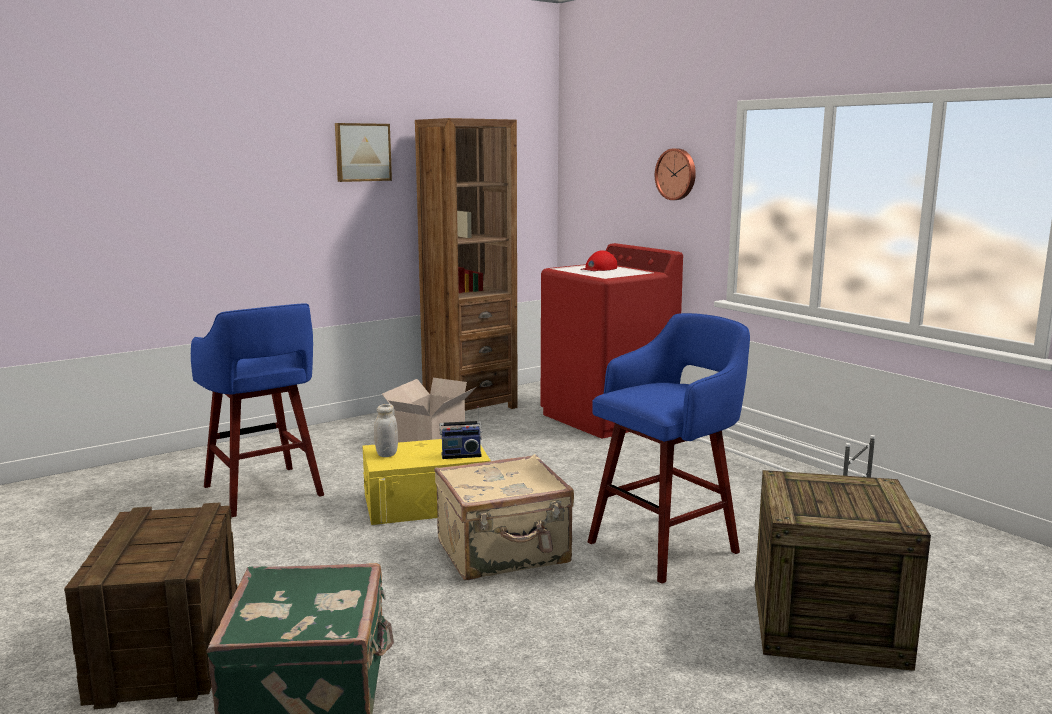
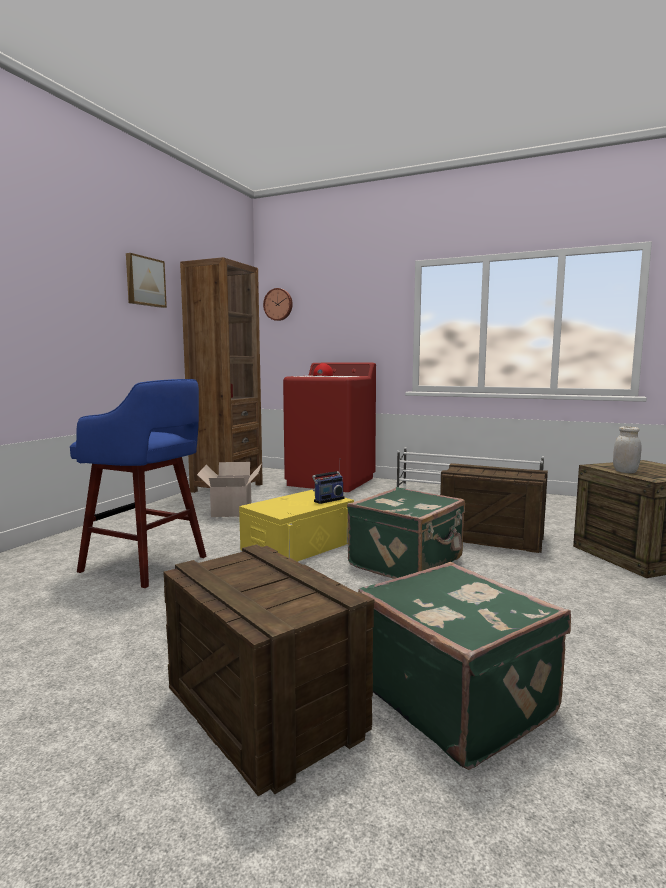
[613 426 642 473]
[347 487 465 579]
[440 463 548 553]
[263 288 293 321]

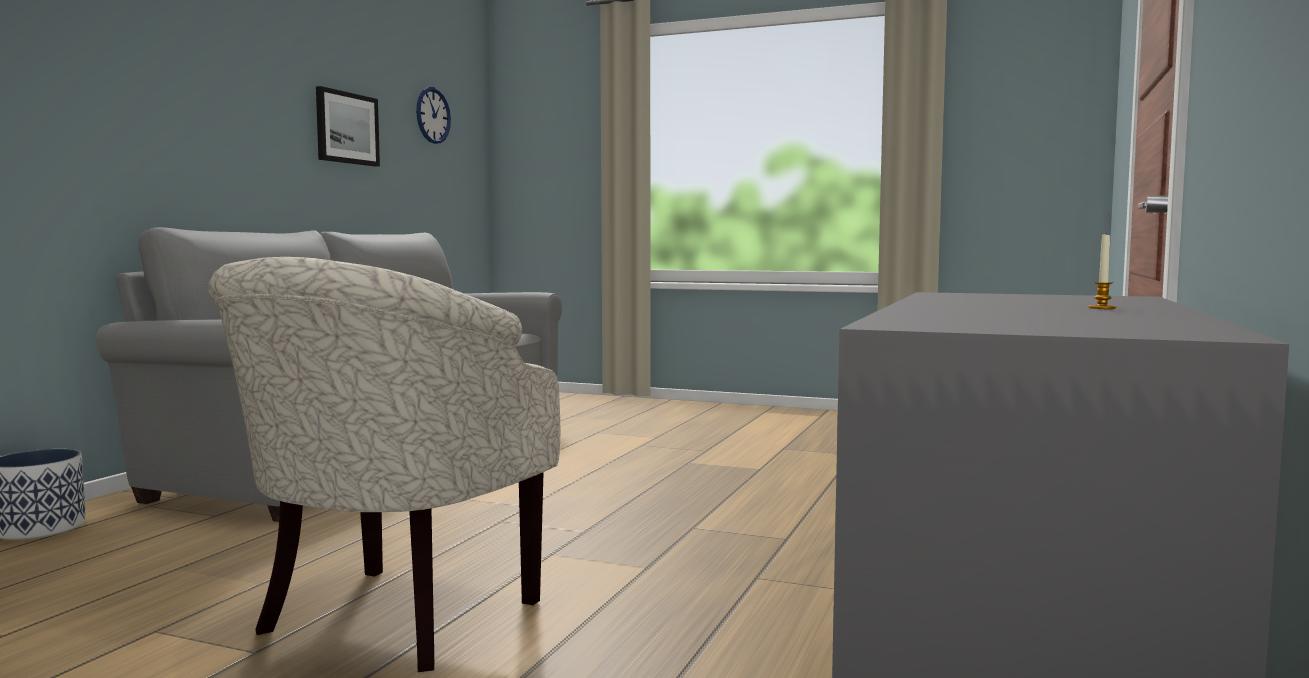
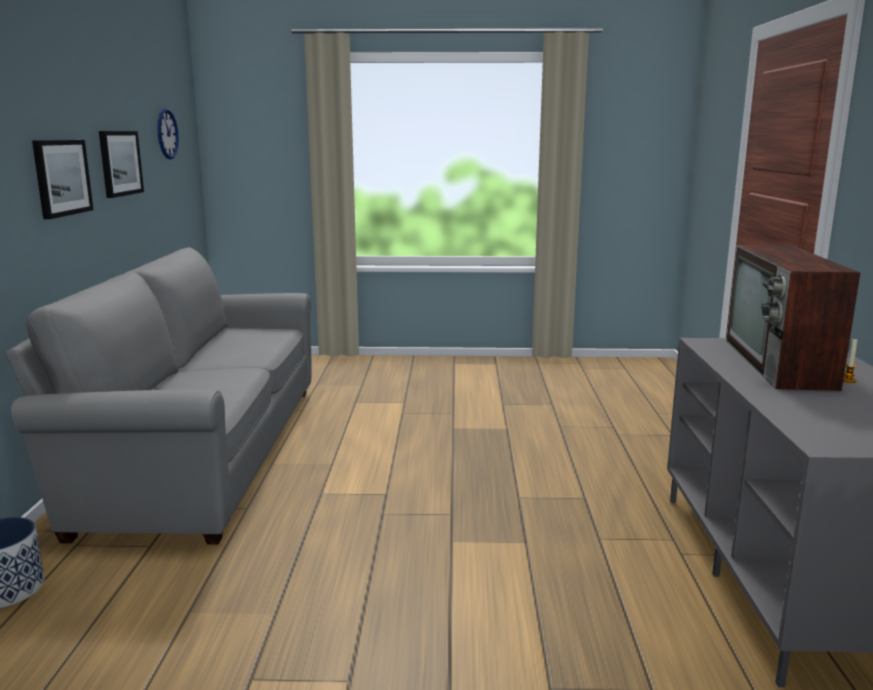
[208 257 560 672] (first image)
[32 140 94 219]
[726 245 860 391]

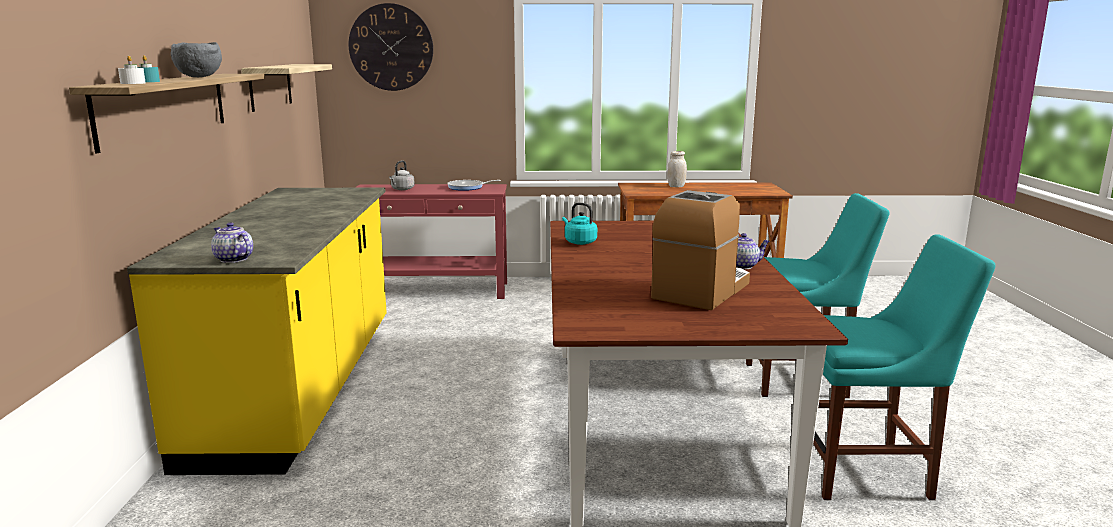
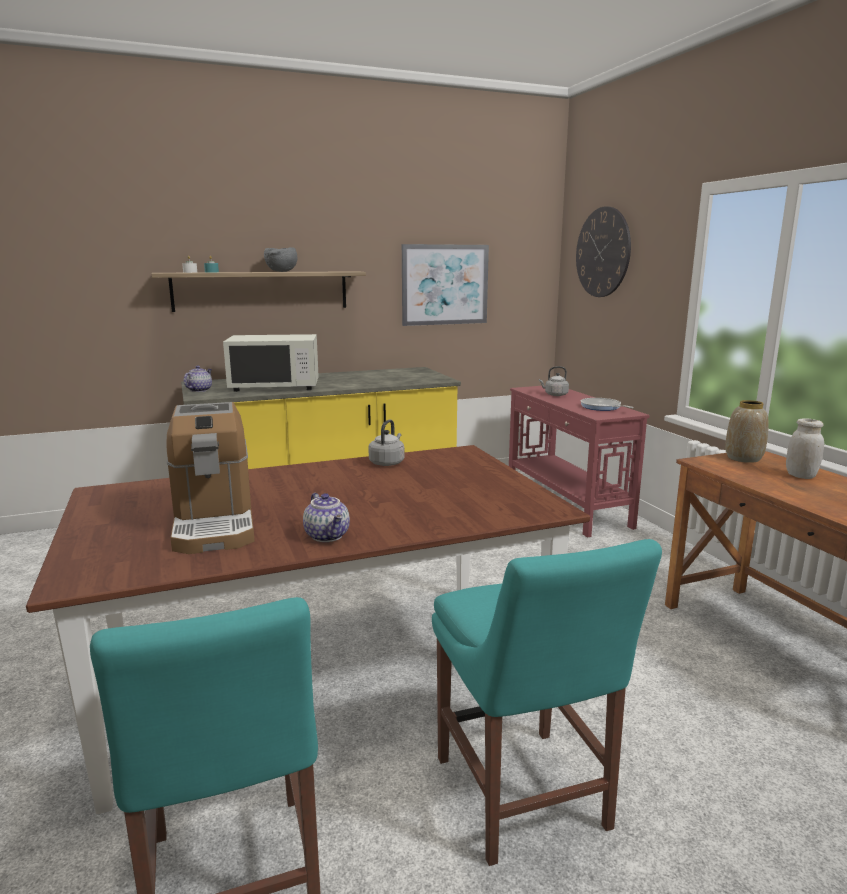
[402 244 489 326]
[368 419 405 466]
[167 402 255 554]
[223 334 319 392]
[725 400 769 463]

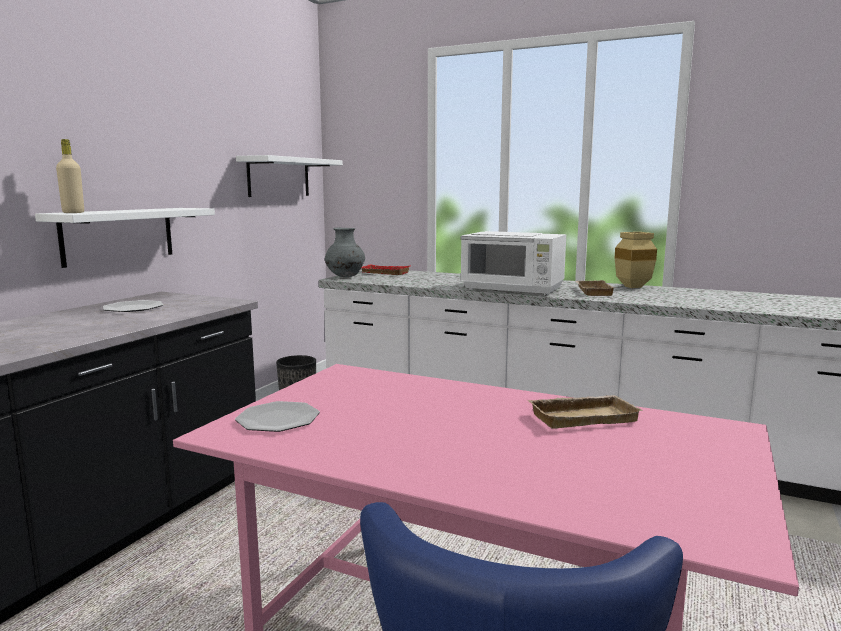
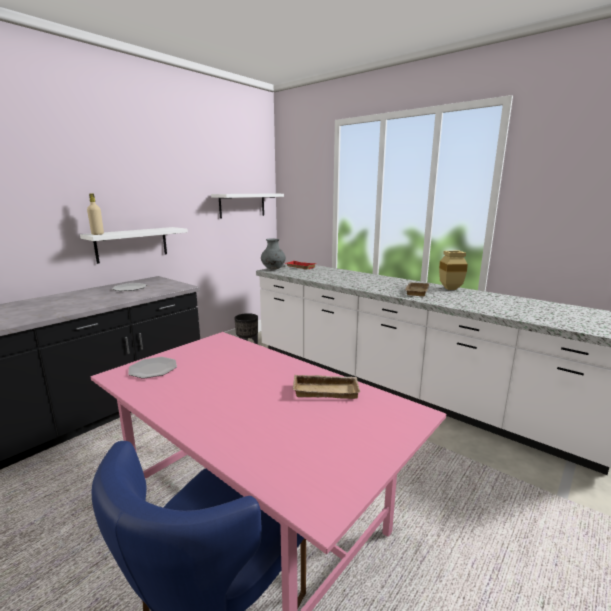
[461 231 566 295] (first image)

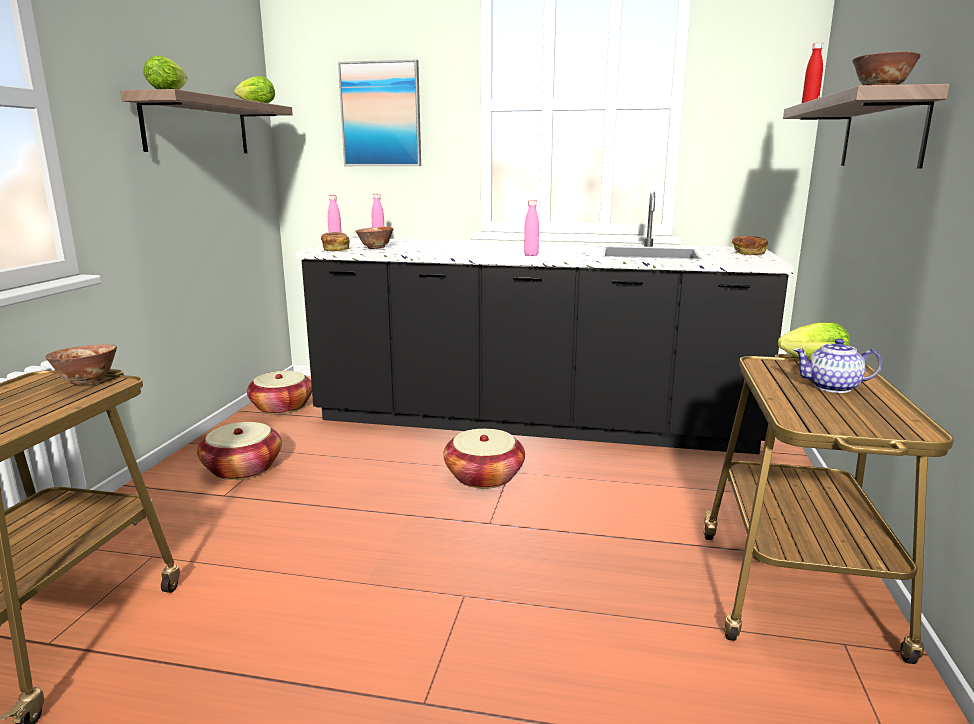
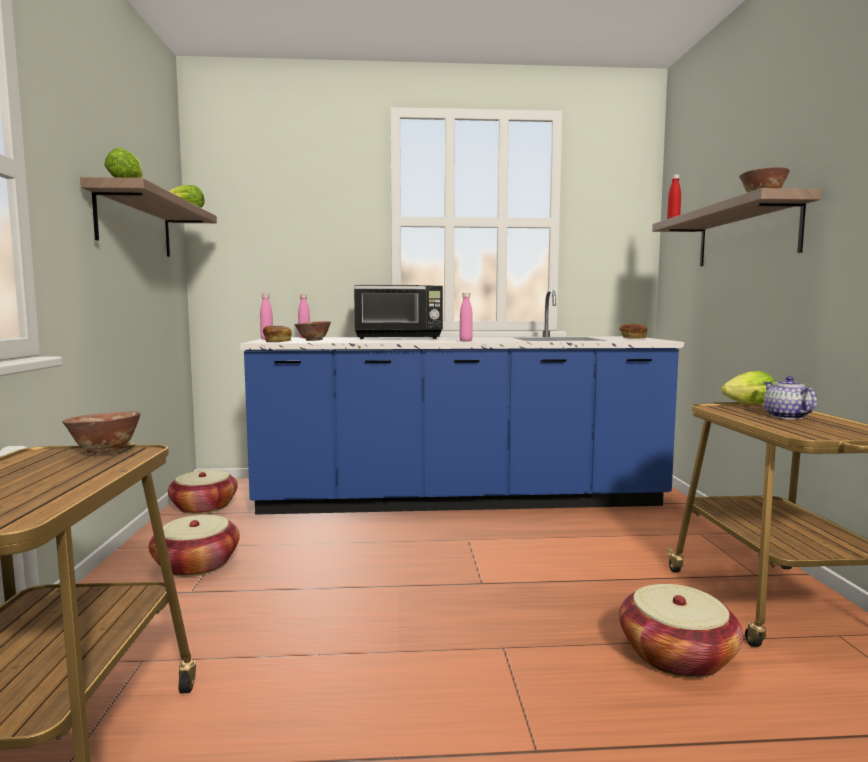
[240 289 684 515]
[338 60 421 166] (first image)
[619 584 743 678]
[764 376 817 419]
[354 285 443 339]

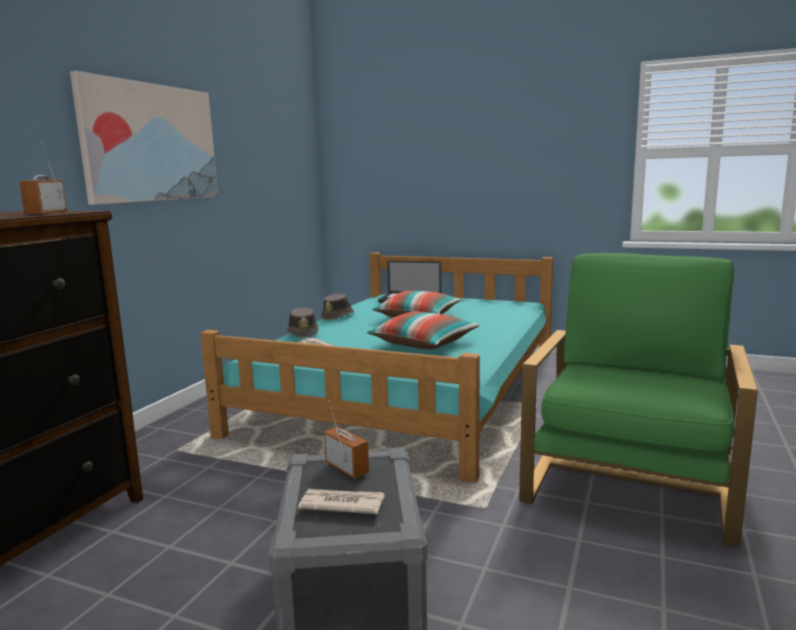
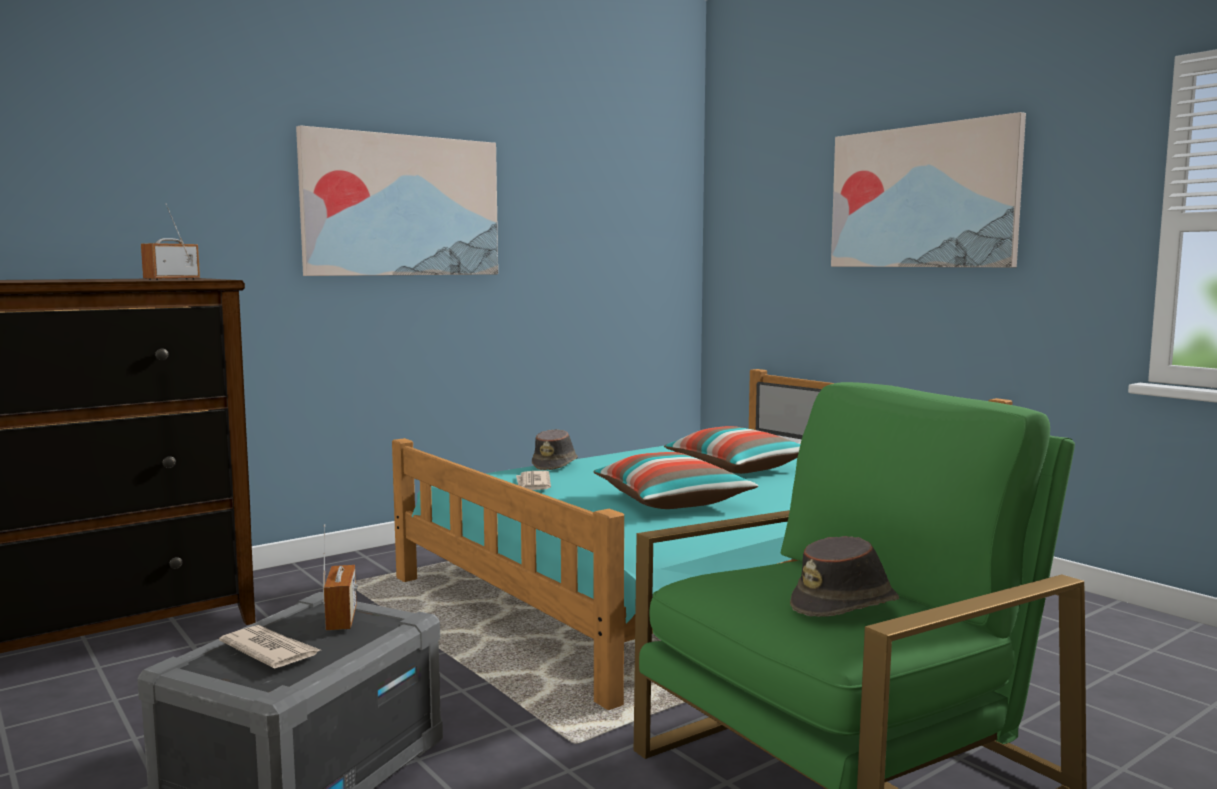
[790 536 899 617]
[831 112 1026 267]

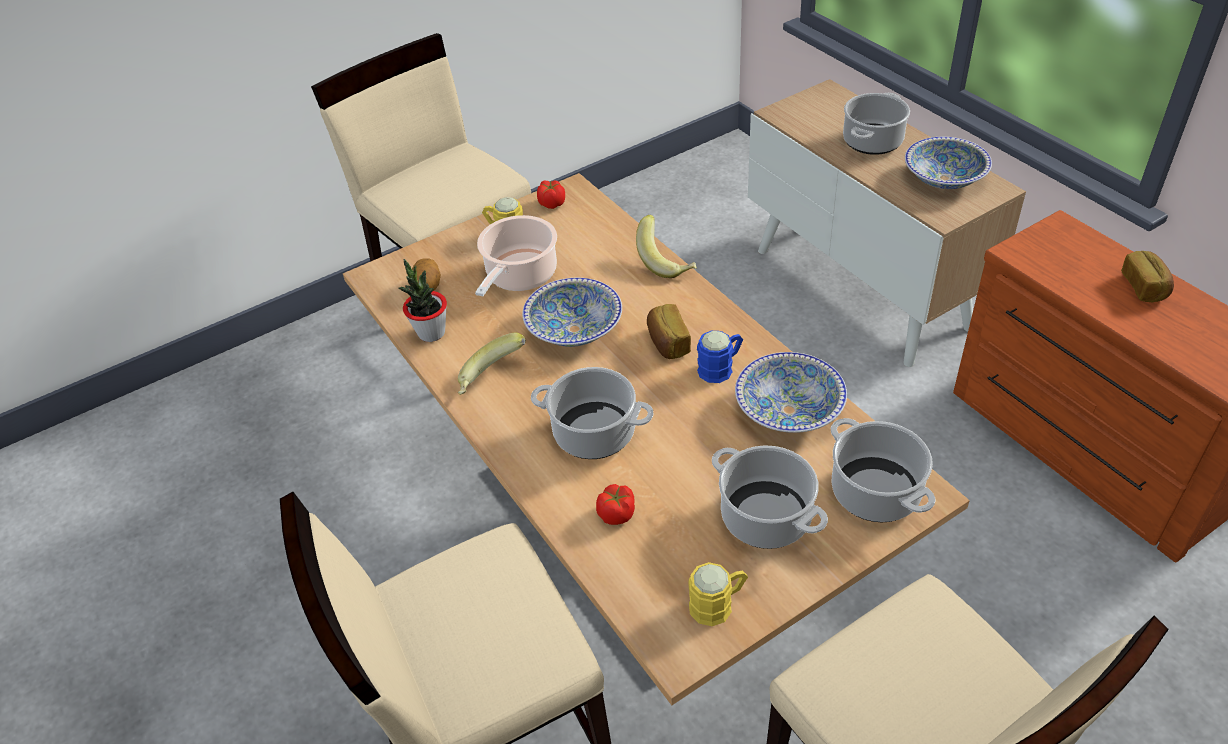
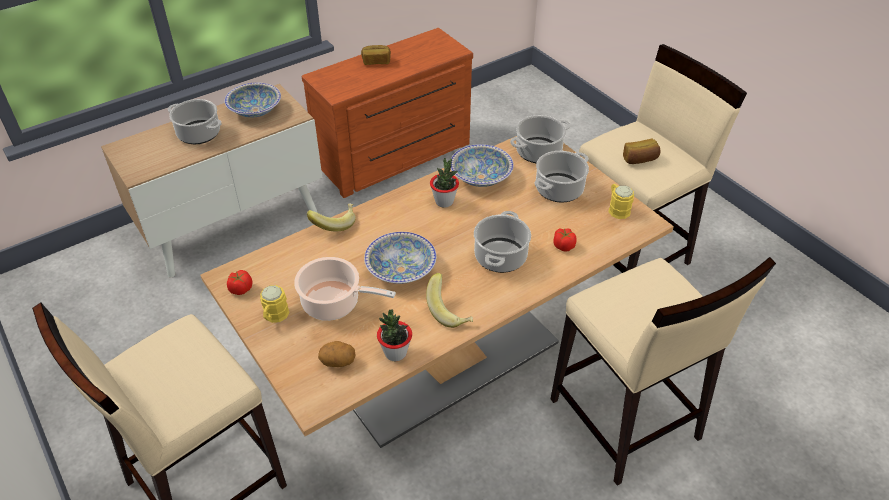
[623 138 661 164]
[430 158 459 207]

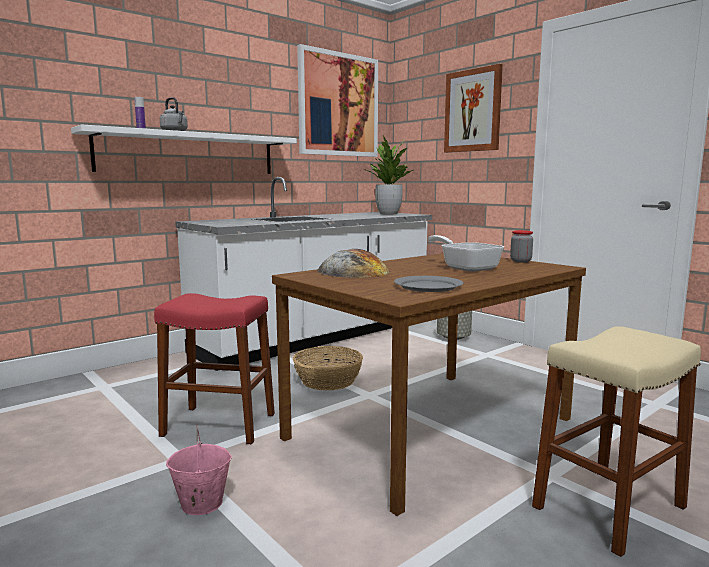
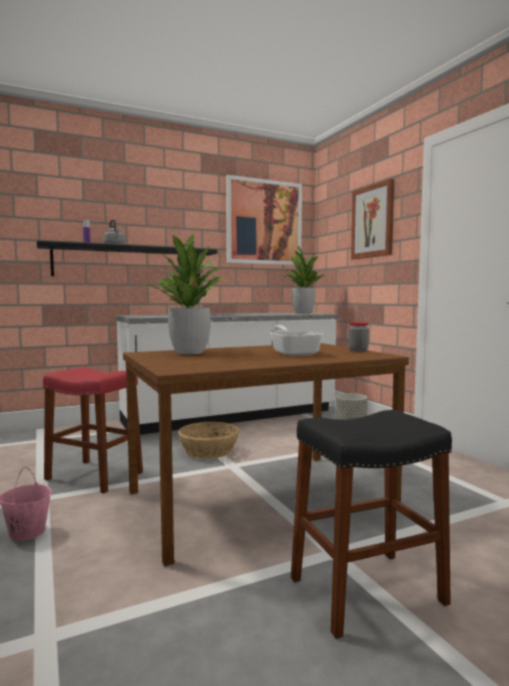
[37 241 218 277]
[147 235 222 354]
[394 276 463 292] (first image)
[291 410 452 639]

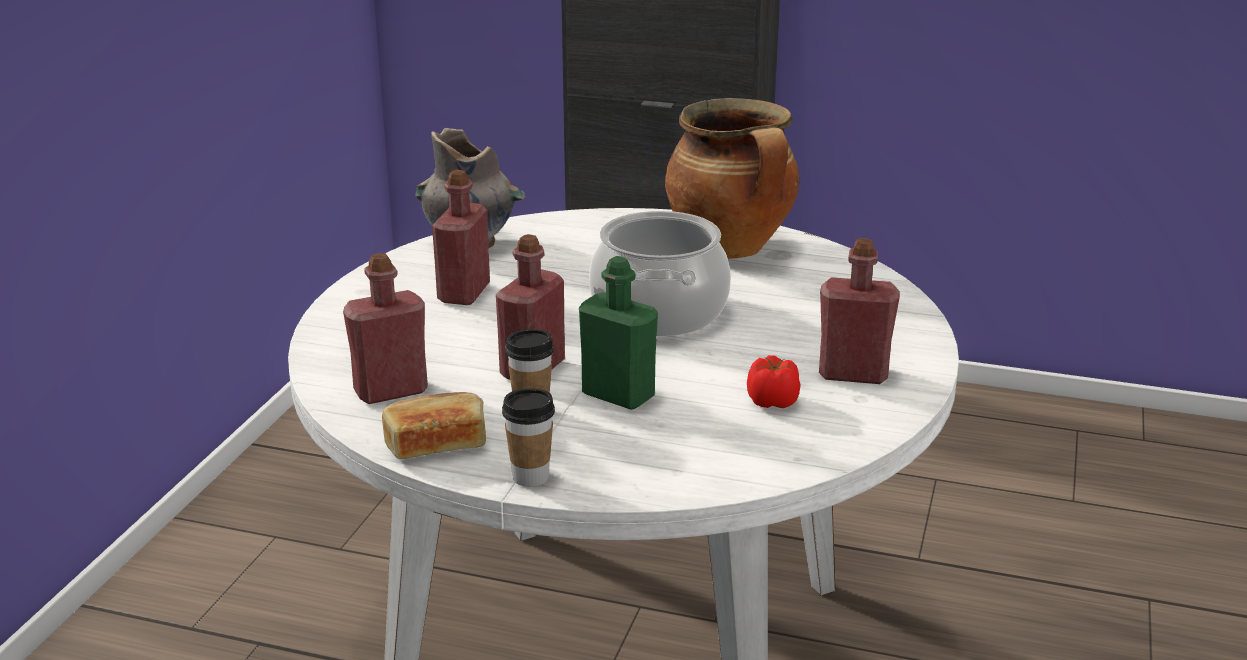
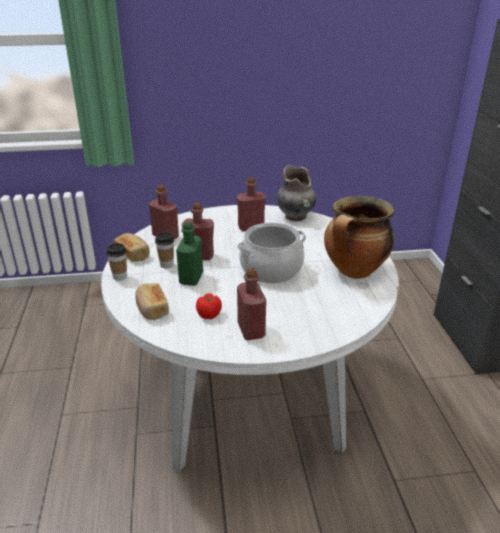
[135 283 169 320]

